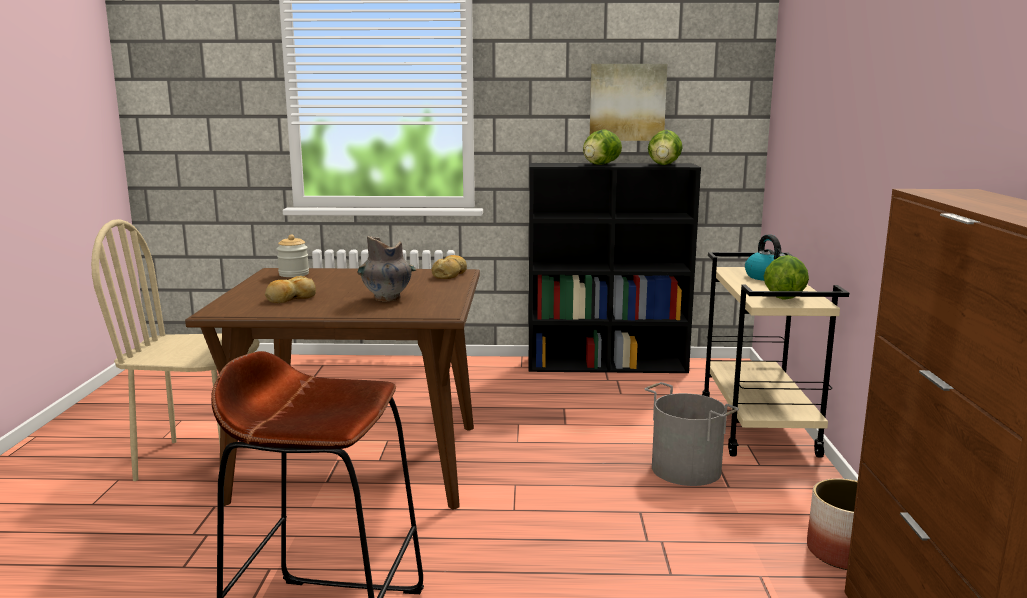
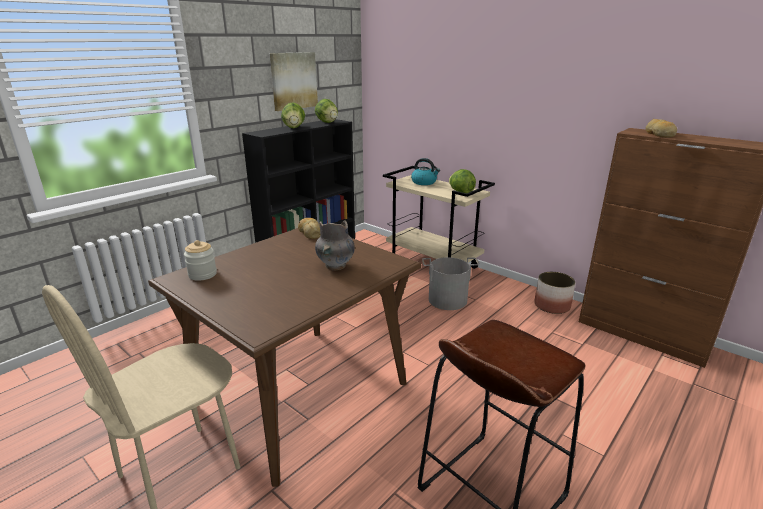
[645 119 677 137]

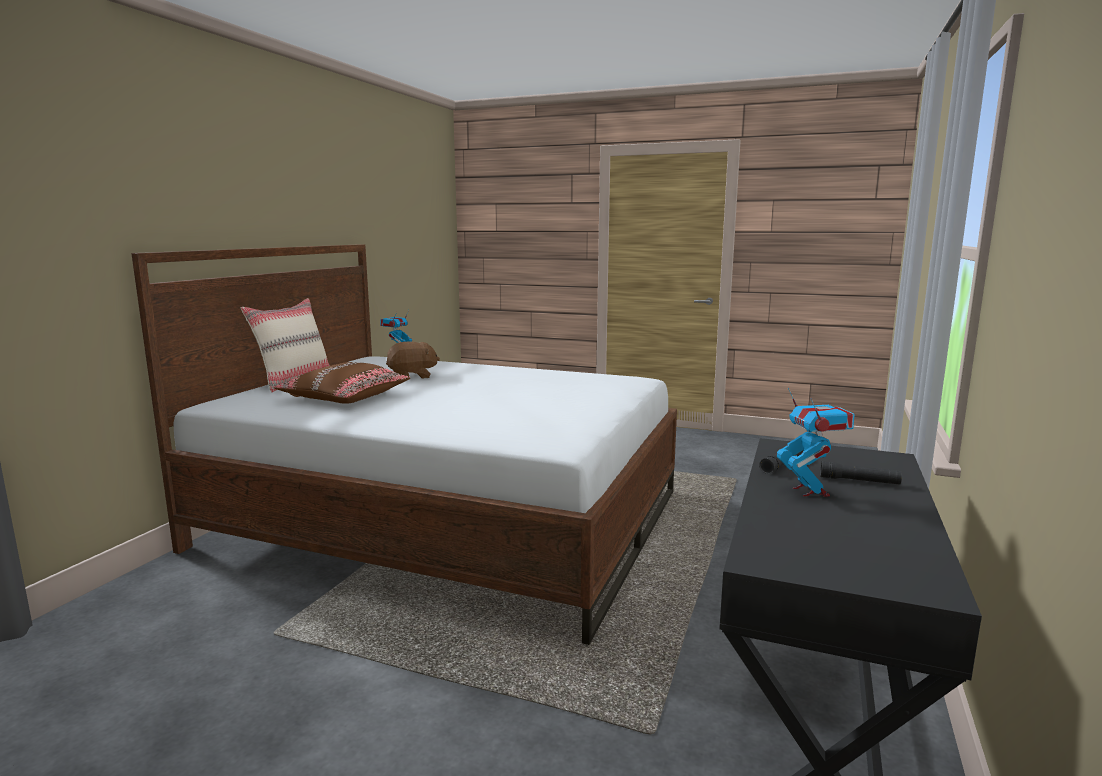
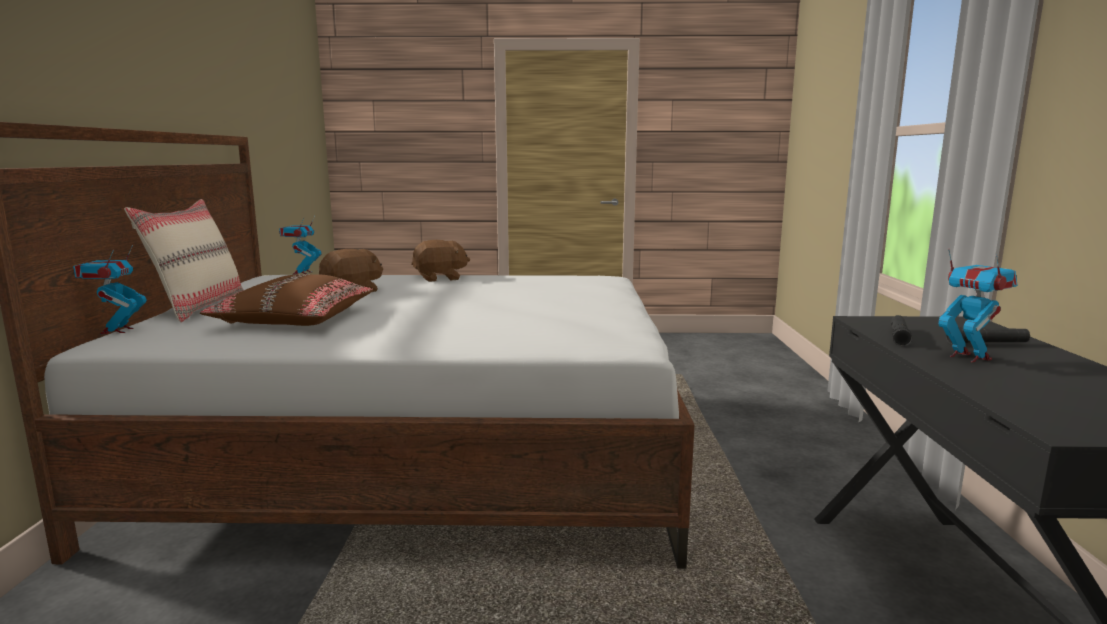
[73 245 147 334]
[411 240 470 282]

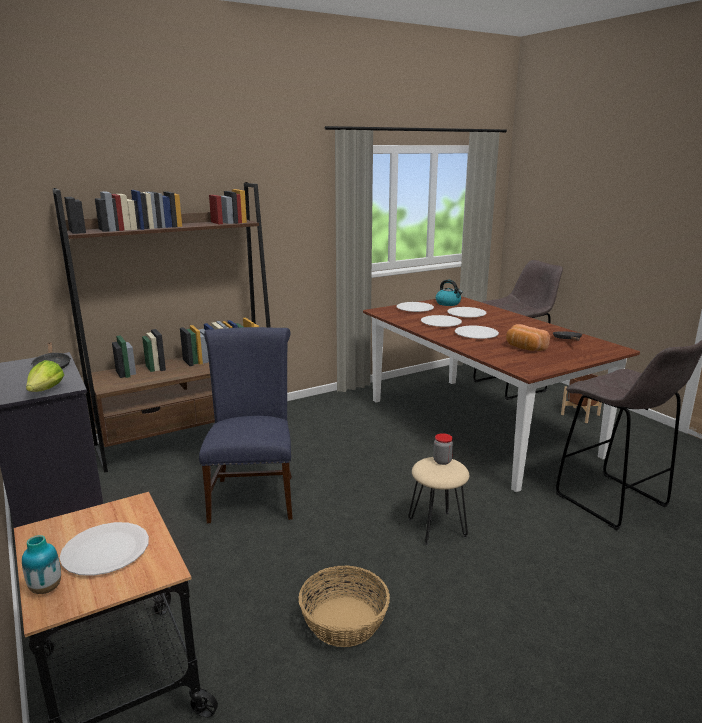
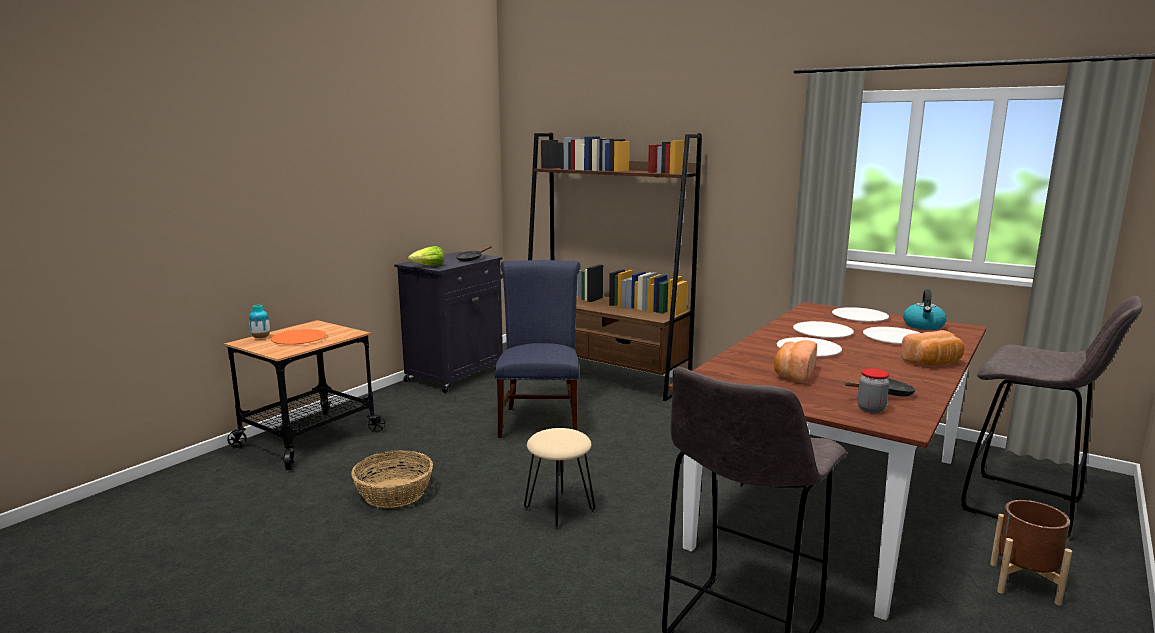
[271 329 326 345]
[495 260 581 438]
[857 368 889 413]
[901 330 965 366]

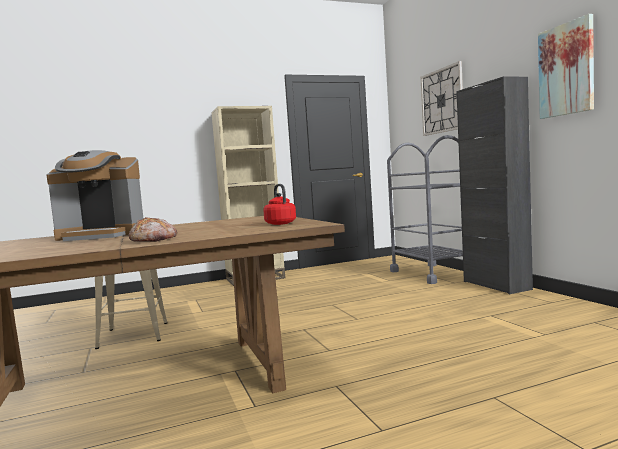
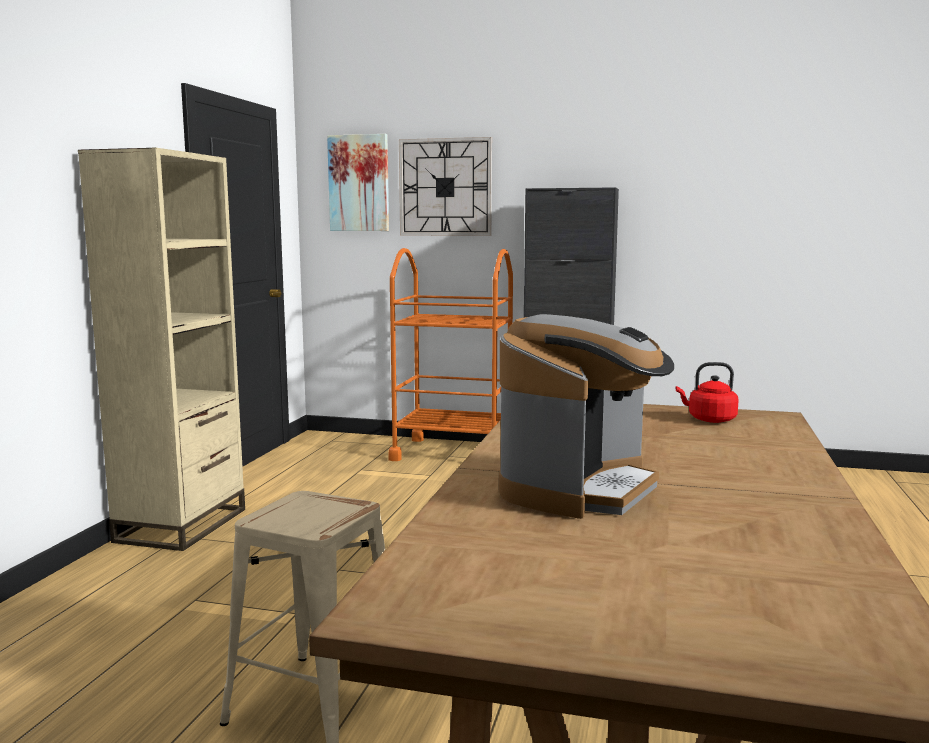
[129 217 177 242] (first image)
[388 248 513 461]
[327 134 389 231]

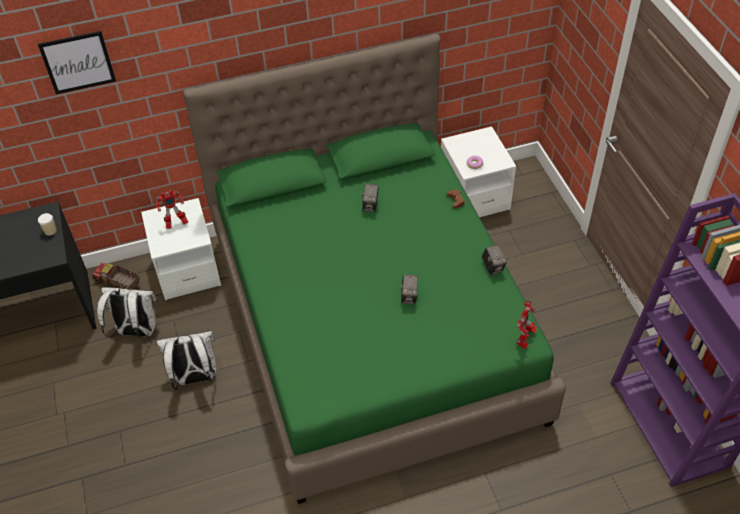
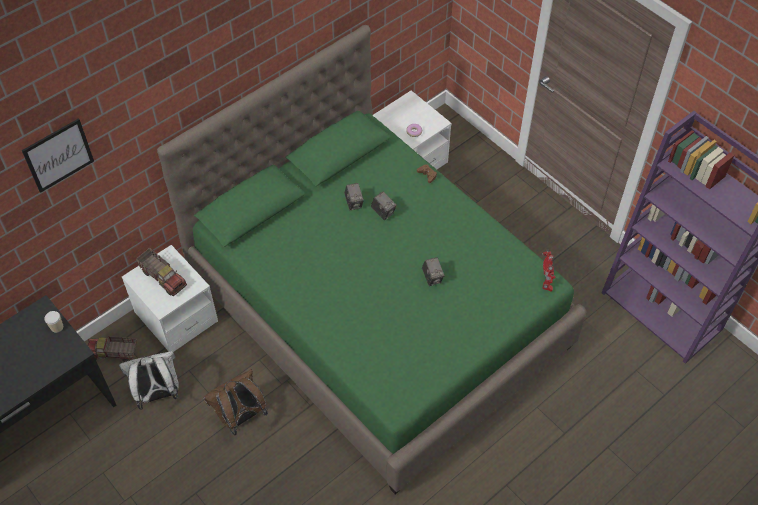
[136 248 187 296]
[204 369 268 436]
[371 191 397 220]

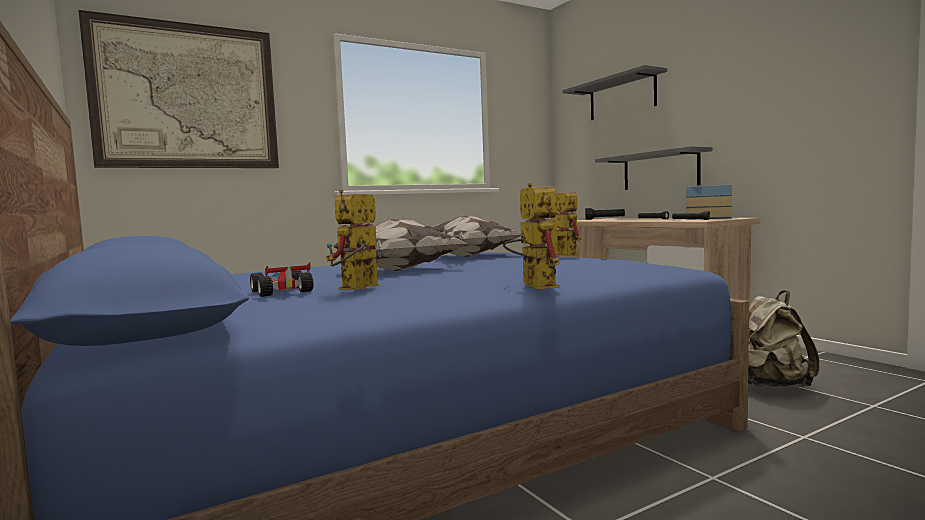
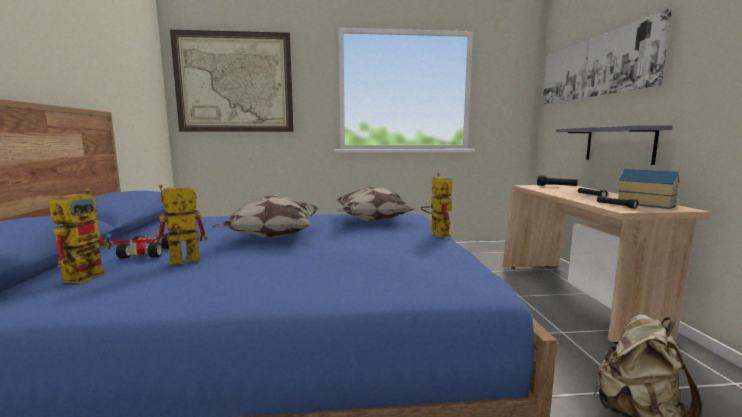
[49 189 114 284]
[543 9 672 105]

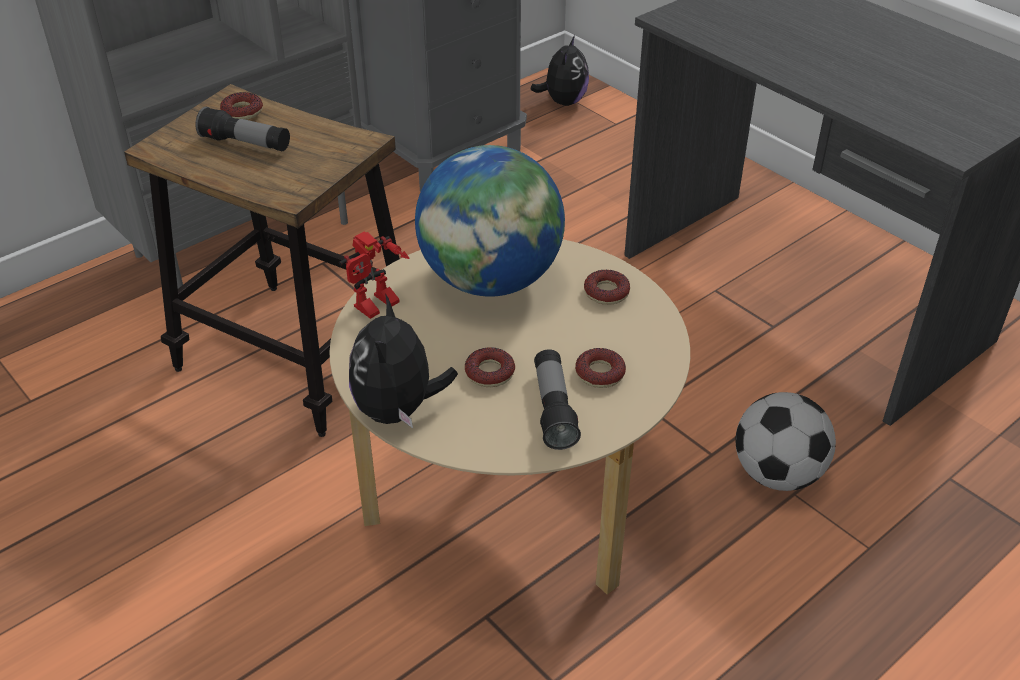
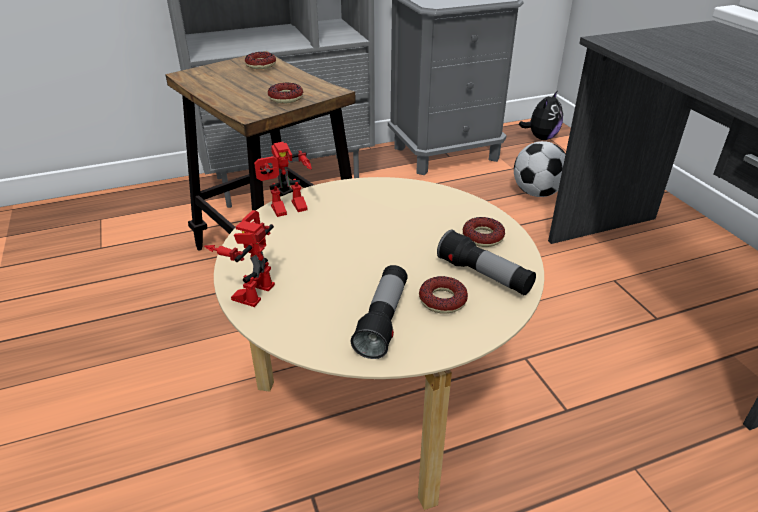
[437 230 536 295]
[204 210 275 307]
[415 145 565 297] (first image)
[268 83 303 103]
[514 141 566 197]

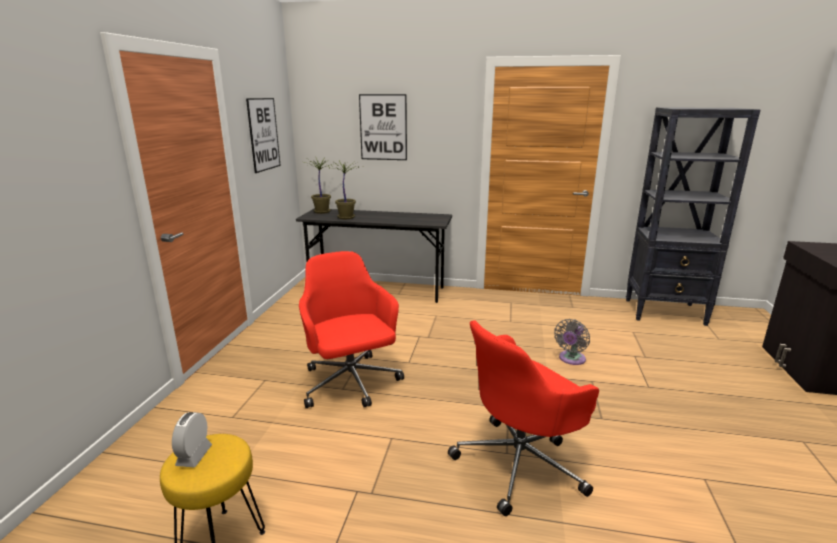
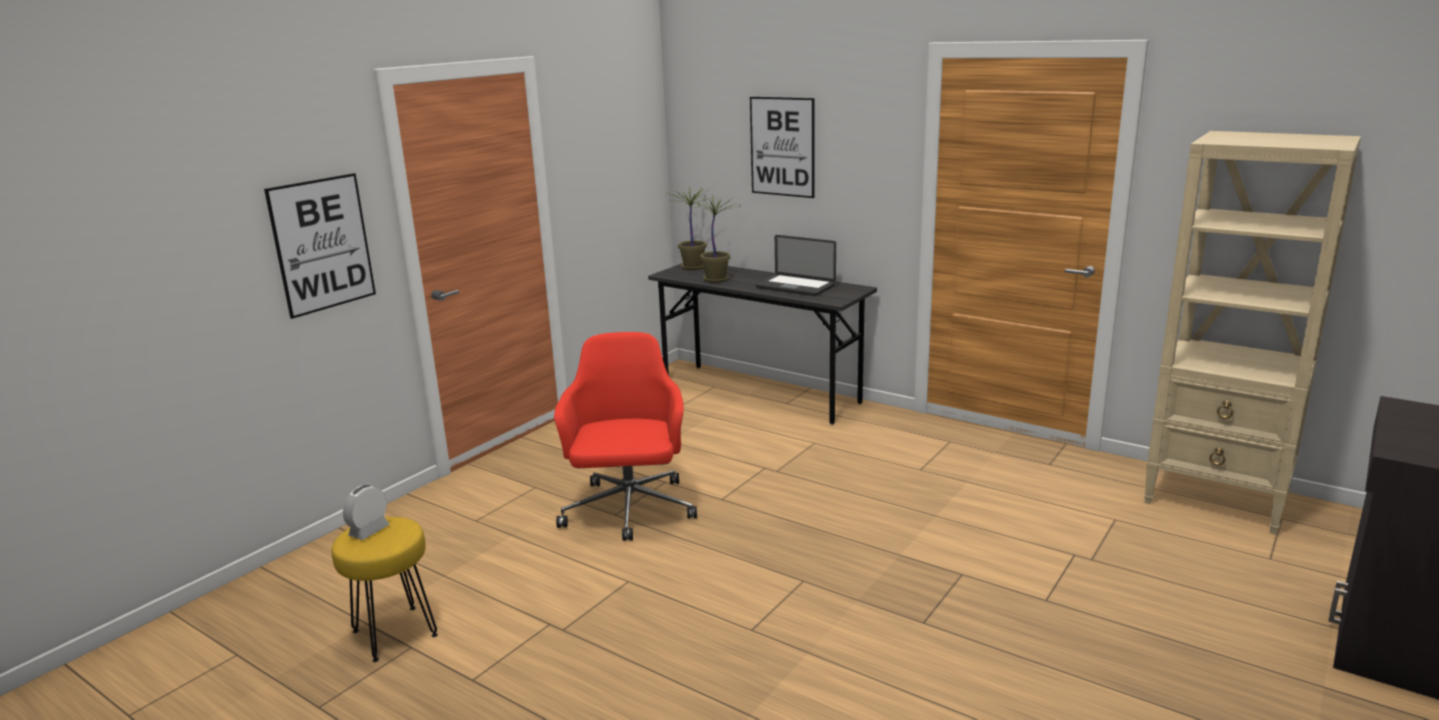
[264 173 376 319]
[448 320 599 516] (first image)
[554 319 590 365] (first image)
[1144 131 1361 535]
[755 235 836 296]

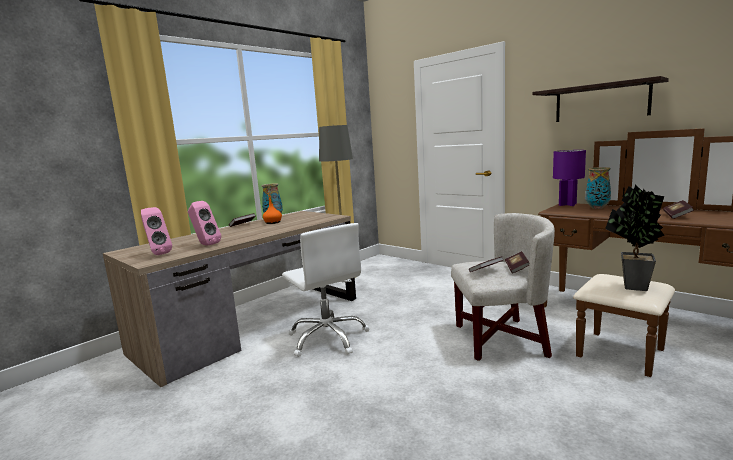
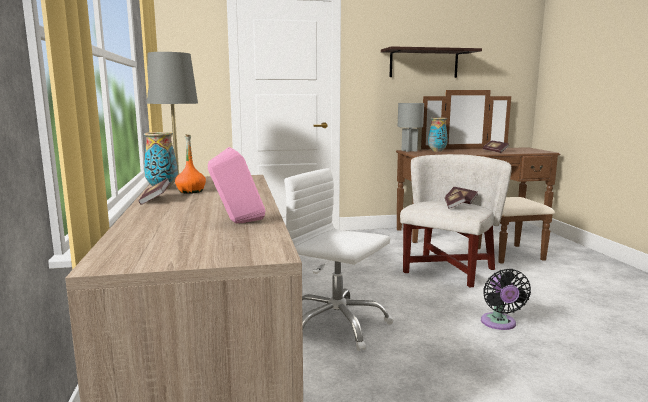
[141 207 172 255] (first image)
[284 168 393 351]
[398 103 424 152]
[605 185 665 291] (first image)
[481 269 531 330]

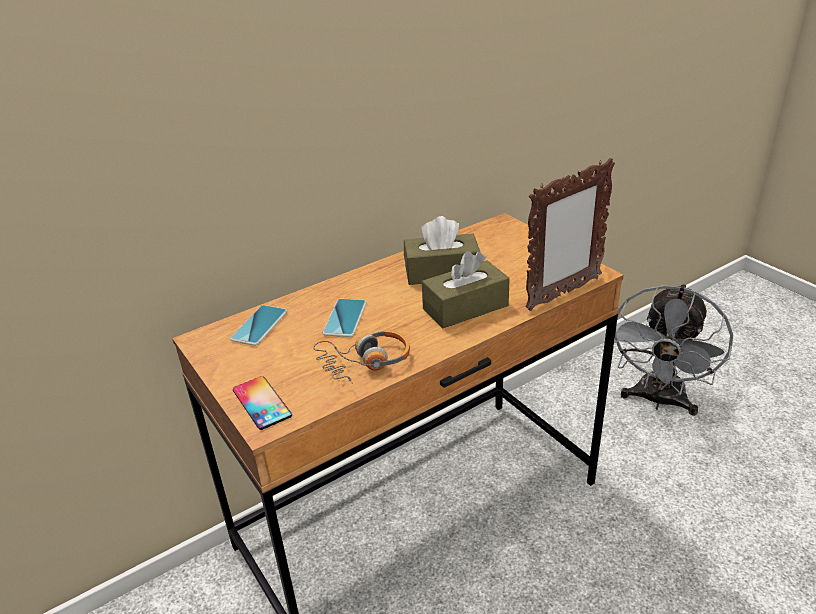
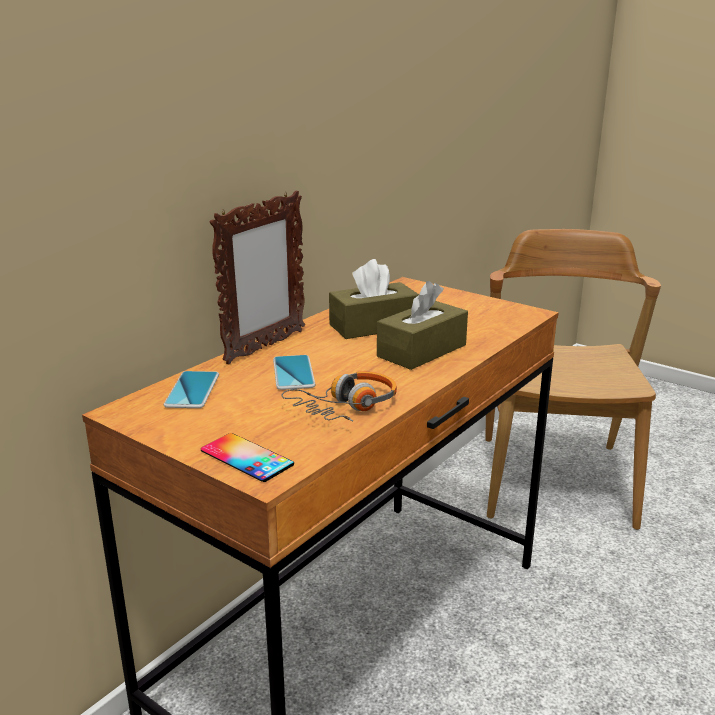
[209 191 305 365]
[485 229 661 530]

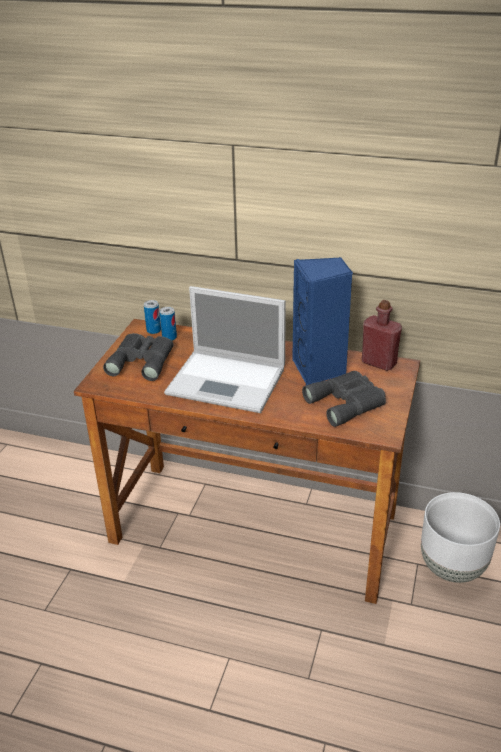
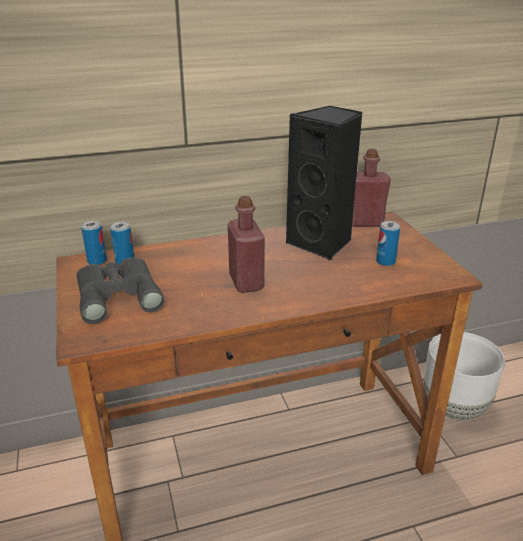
[228 196 265 293]
[286 106 362 261]
[376 221 400 266]

